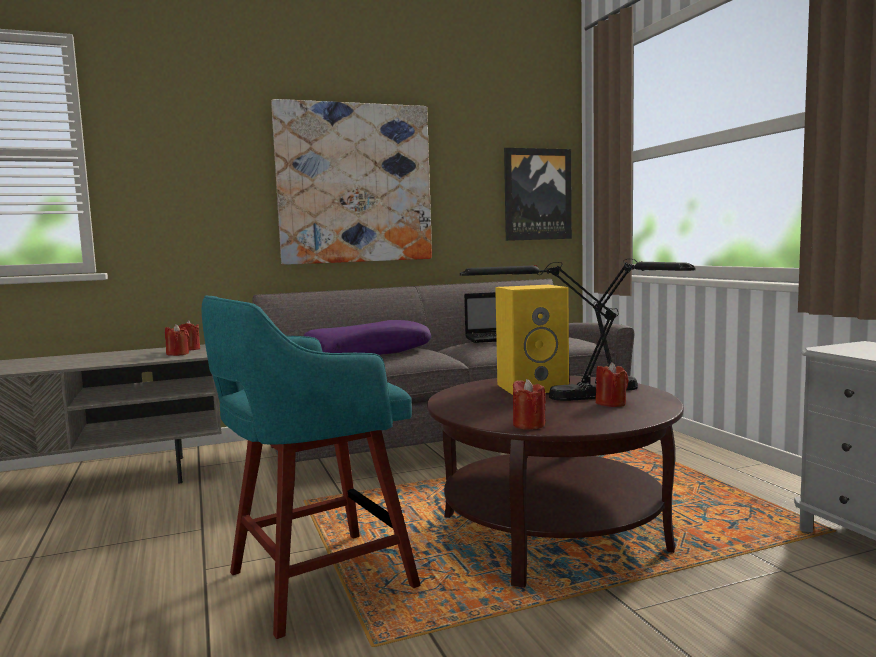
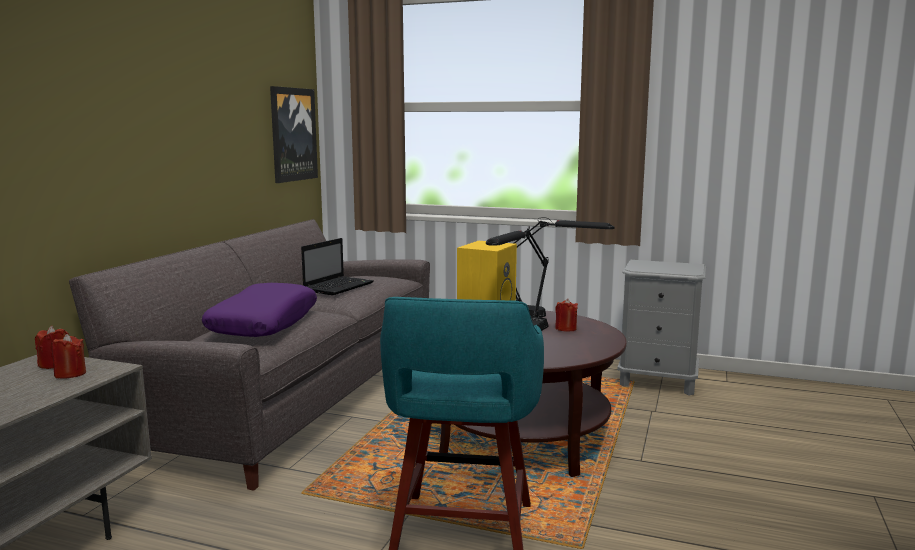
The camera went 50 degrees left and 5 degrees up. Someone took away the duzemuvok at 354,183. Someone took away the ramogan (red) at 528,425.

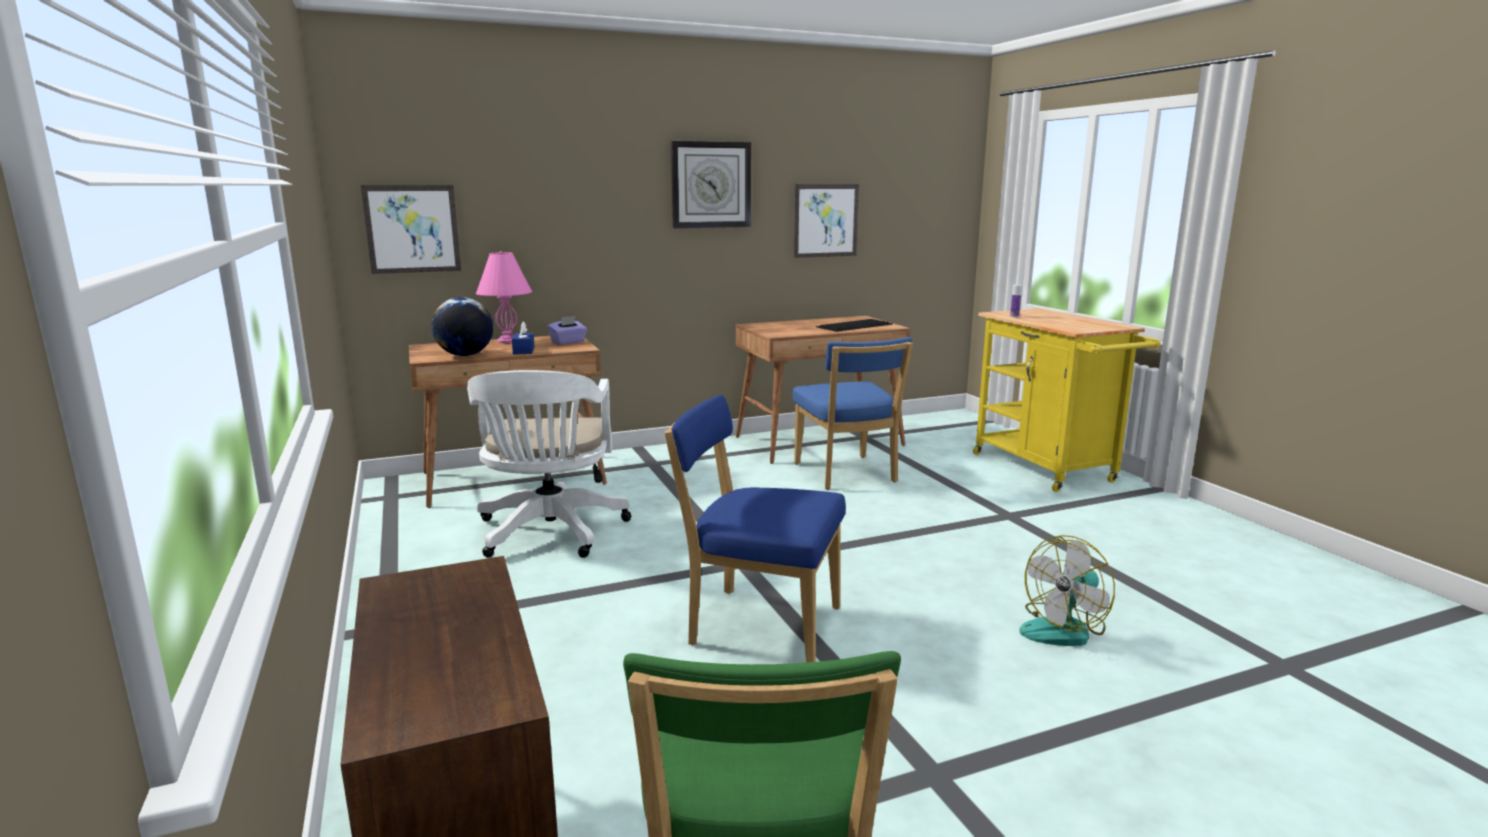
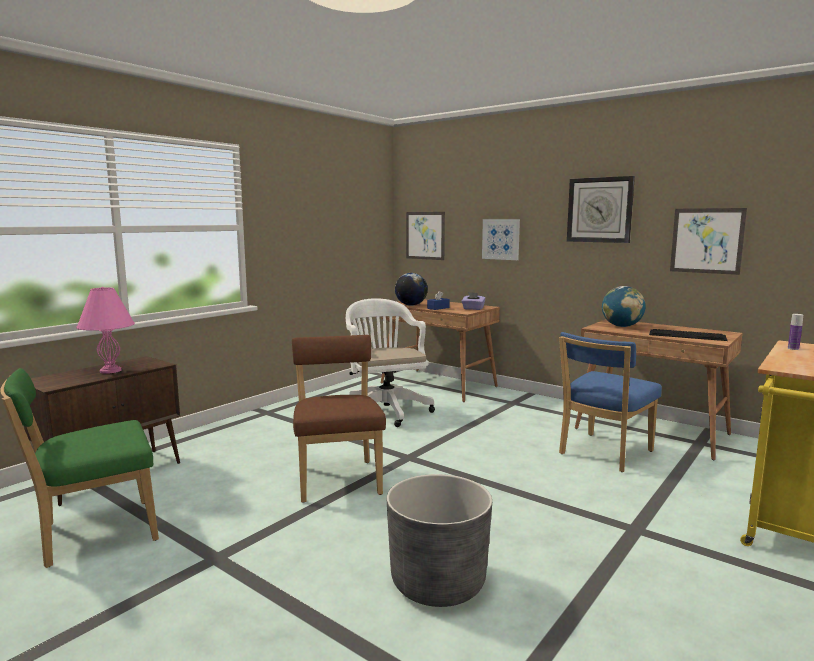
The camera went 60 degrees right and 5 degrees down. Someone rotated the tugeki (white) at 550,534 by 105 degrees clockwise. Someone carried the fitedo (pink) from 508,341 to 110,371. Someone repainted the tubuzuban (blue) at 758,624, which became the tubuzuban (brown) at 338,478. Someone swapped the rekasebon at 1064,629 for the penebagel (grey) at 438,582. Someone put up the duzemuvok at 501,239. Someone put down the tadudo at 621,326.

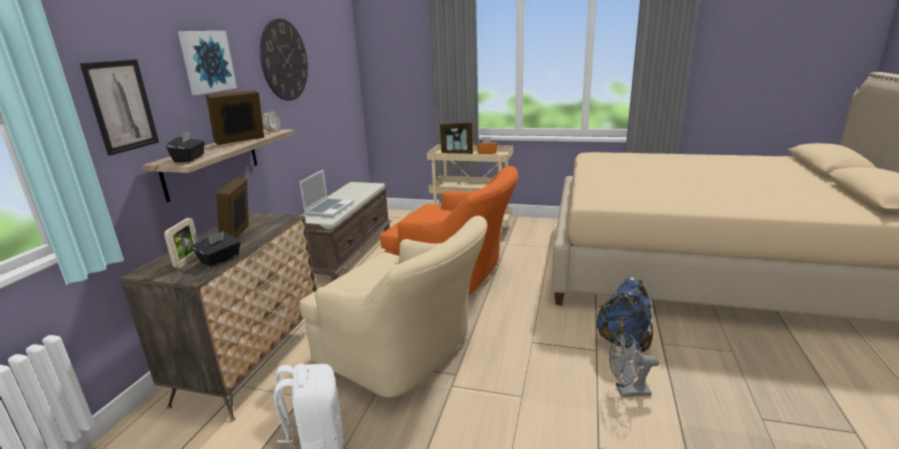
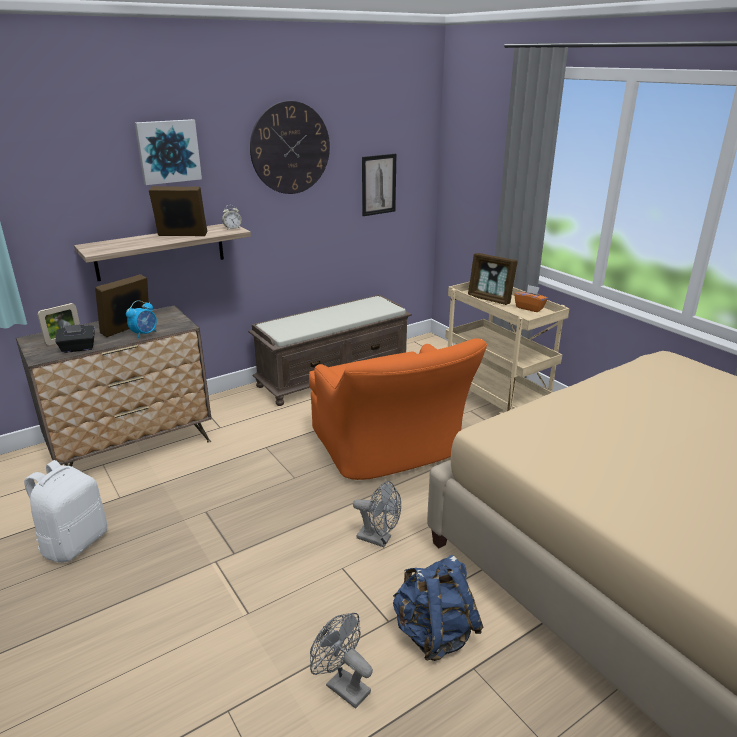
The camera went 40 degrees right and 5 degrees up. Someone carried the duzemuvok from 121,106 to 378,184. Someone took away the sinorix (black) at 190,159. Someone took away the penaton at 329,208. Someone took away the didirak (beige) at 405,353. Someone put down the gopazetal at 145,334. Someone put down the rekasebon (grey) at 379,539.

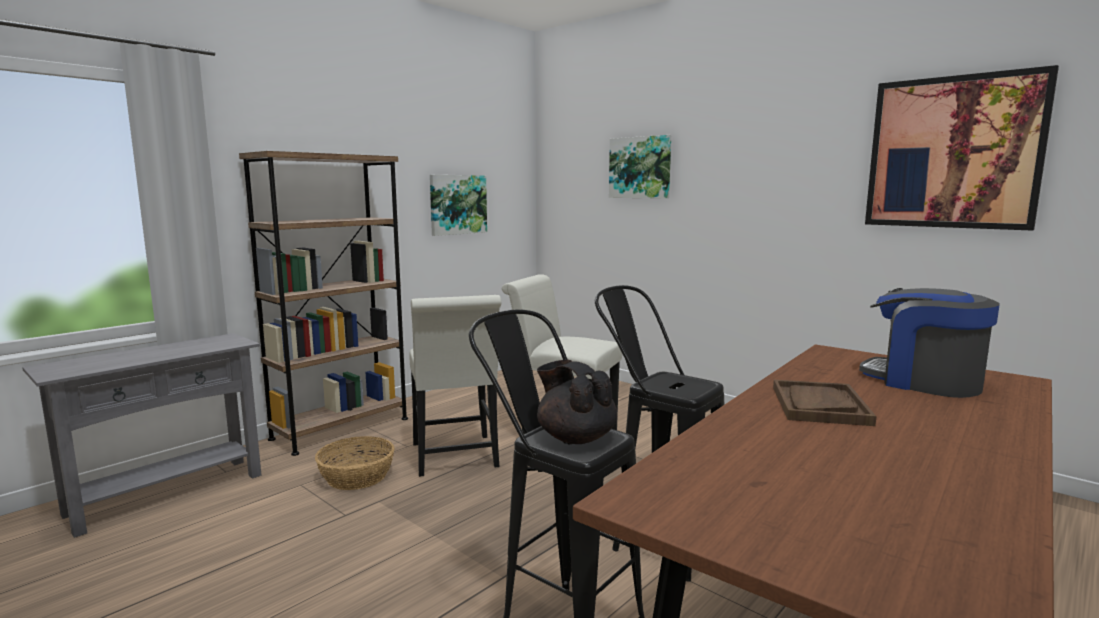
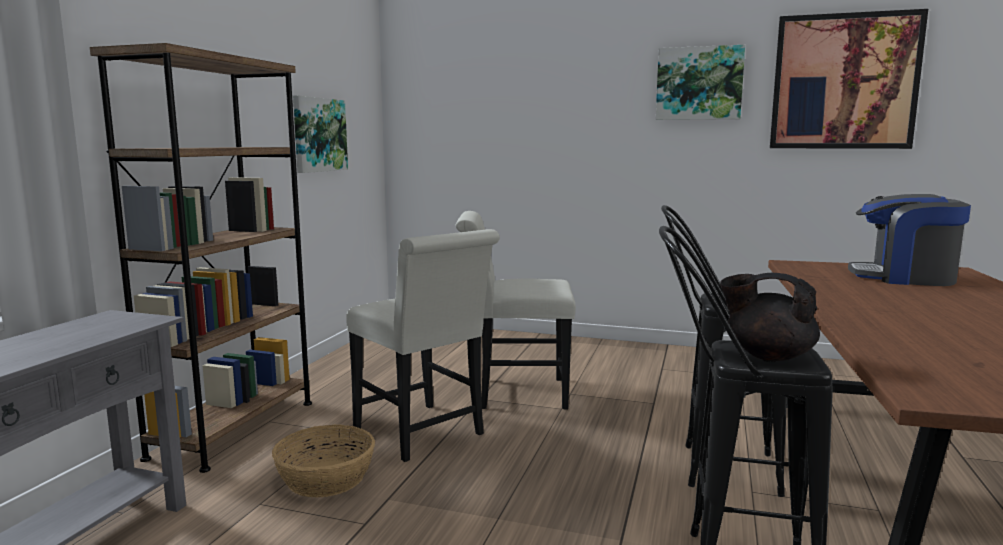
The camera went 25 degrees left and 0 degrees up. Someone carried the duzemuvok from 640,167 to 699,83. Someone took away the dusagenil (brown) at 819,405.

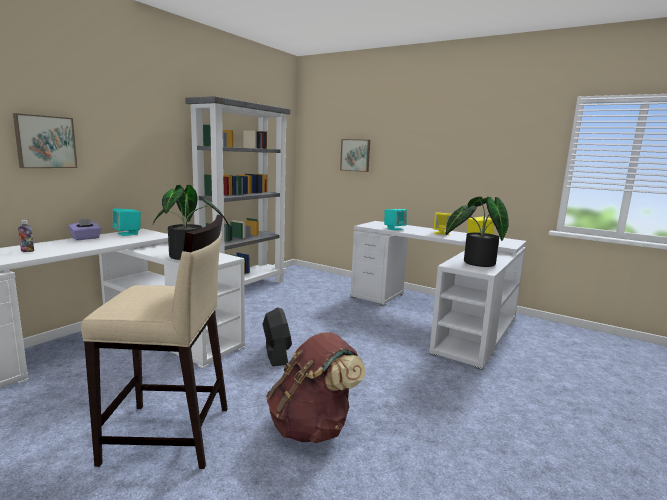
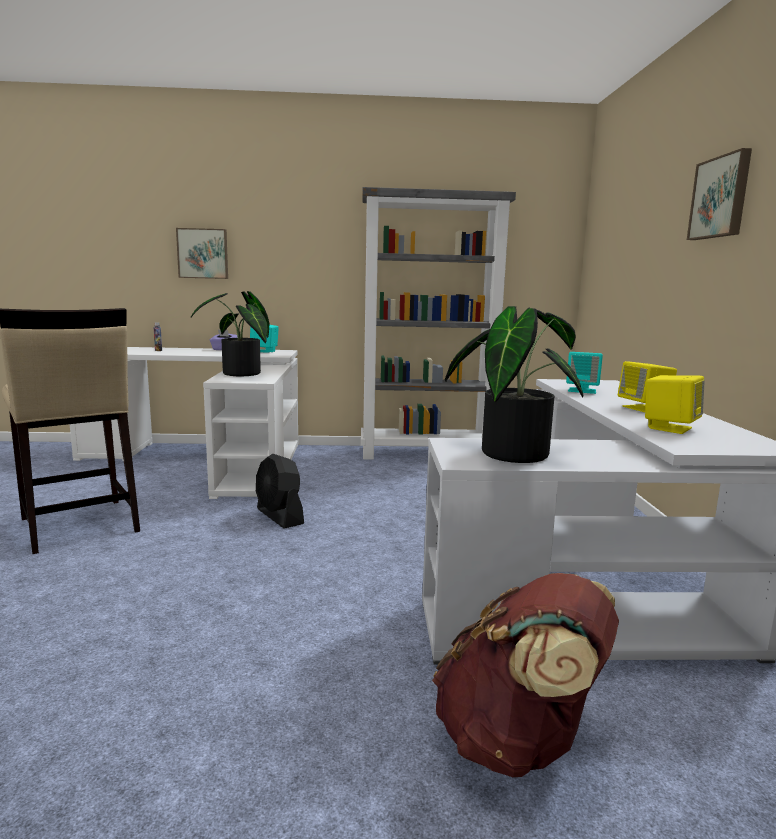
The camera went 55 degrees right and 0 degrees up. Someone rotated the rekasebon (black) at 276,354 by 105 degrees clockwise. Someone carried the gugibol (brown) from 312,427 to 518,741. Someone carried the duzemuvok from 355,155 to 721,197.

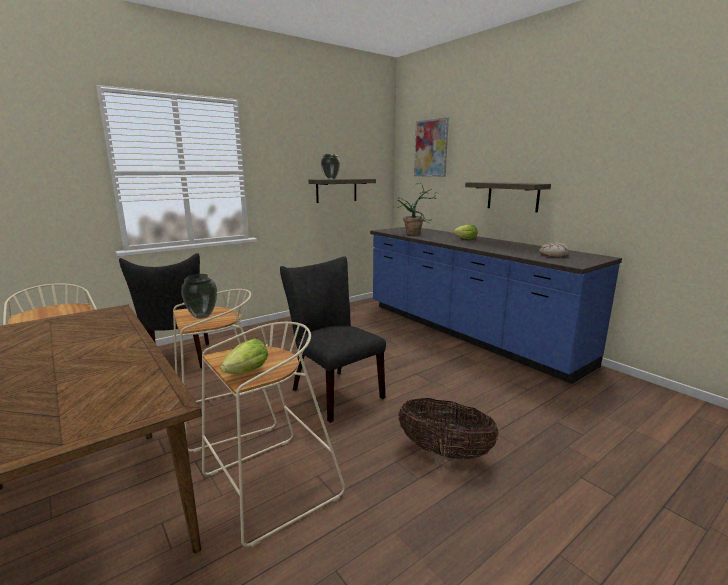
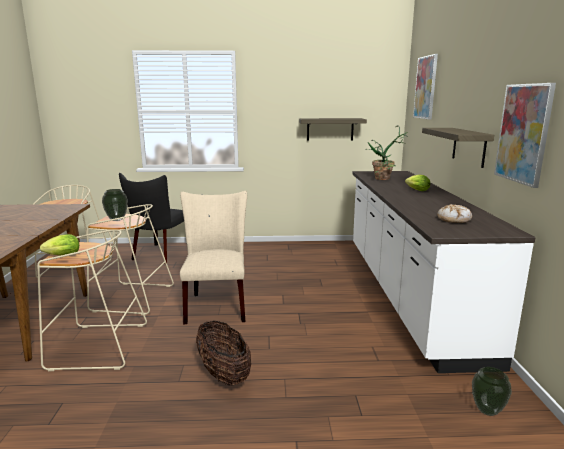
The camera went 35 degrees right and 0 degrees up. Someone repainted the tubuzuban (black) at 332,391, which became the tubuzuban (beige) at 217,305. Someone carried the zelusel from 331,179 to 488,411. Someone repainted the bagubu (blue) at 466,332, which became the bagubu (white) at 407,293. Someone put up the duzemuvok at 523,133.

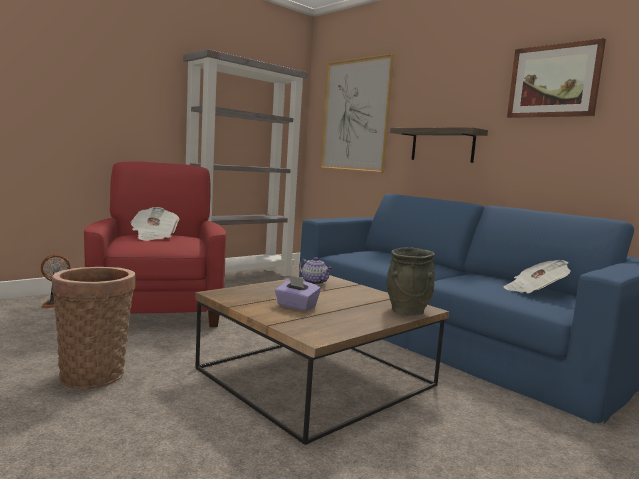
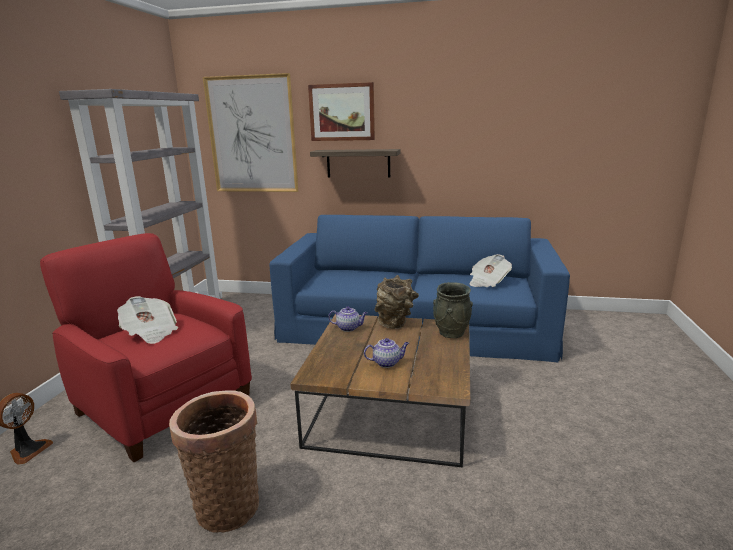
The camera went 35 degrees left and 10 degrees up. Someone swapped the sinorix (purple) at 296,306 for the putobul at 387,362. Someone carried the duzemuvok from 554,81 to 342,112. Someone put down the zelusel (brown) at 395,324.

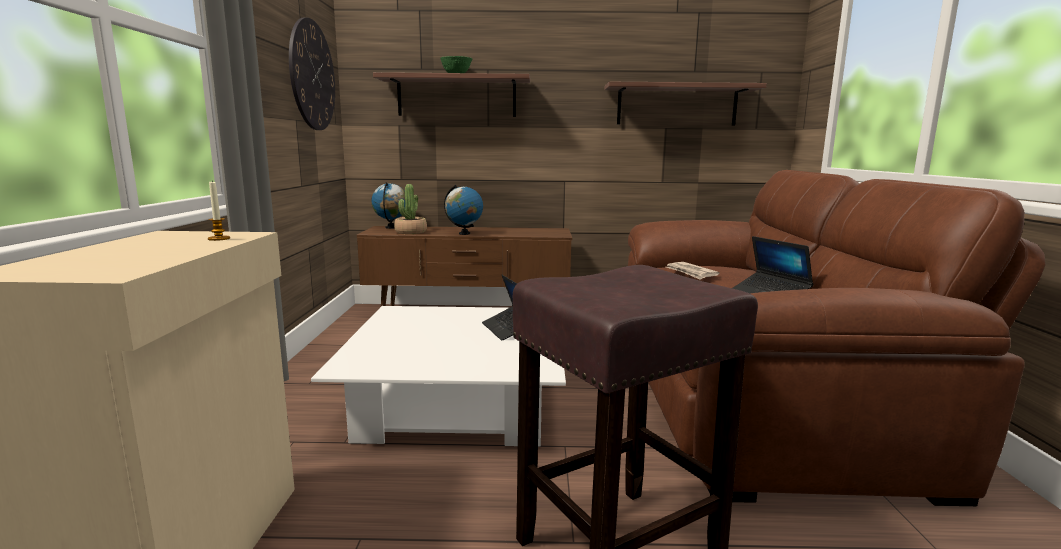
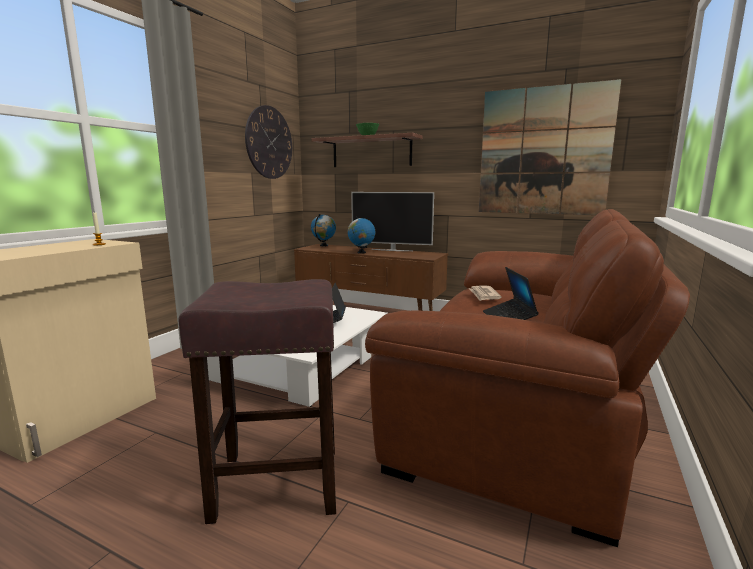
The camera went 25 degrees right and 0 degrees up. Someone took away the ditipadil at 410,232. Someone swapped the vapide at 677,105 for the duzemuvok at 543,151. Someone put down the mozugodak at 392,250.

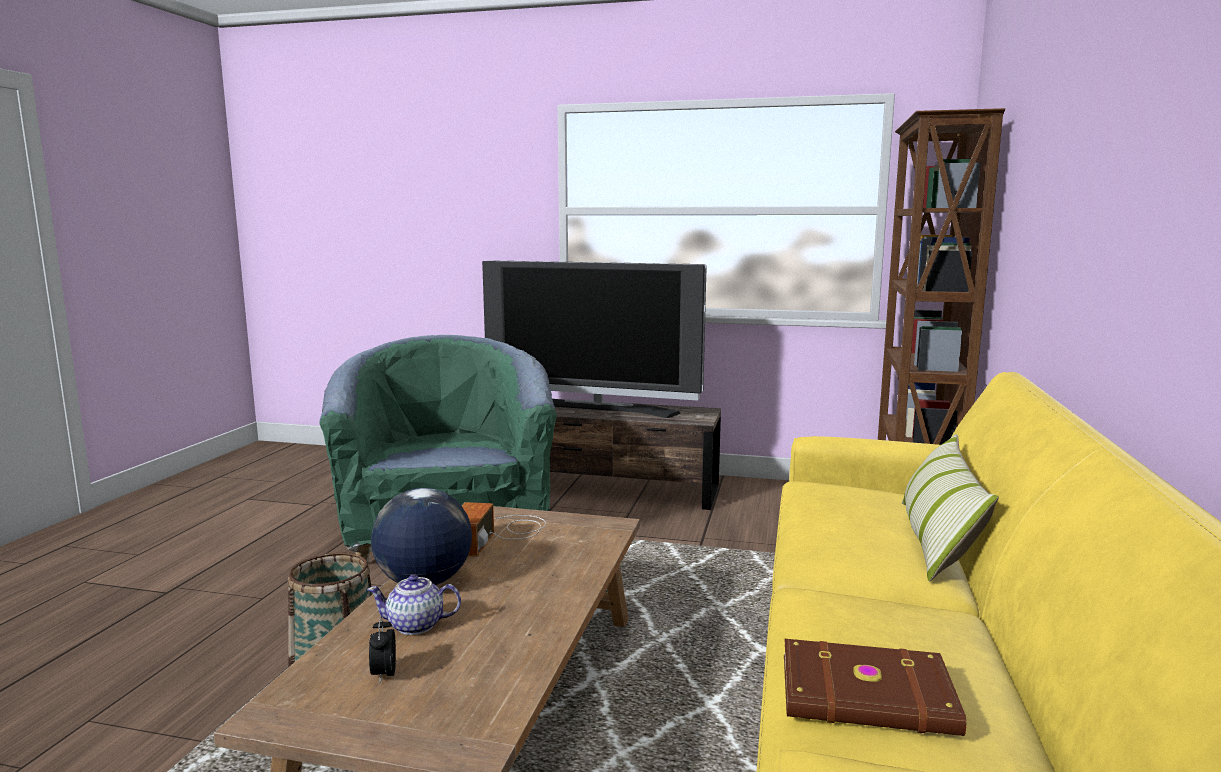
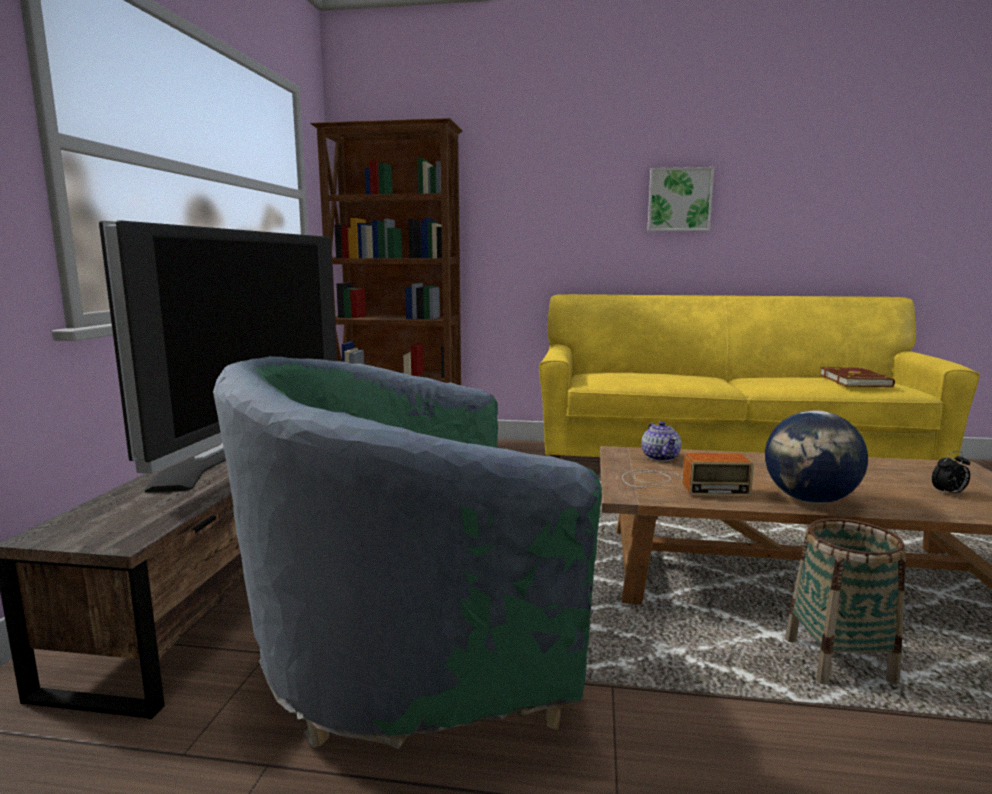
The camera went 95 degrees left and 0 degrees up. Someone carried the putobul from 416,626 to 660,457. Someone took away the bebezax at 937,540. Someone put up the duzemuvok at 679,200.

